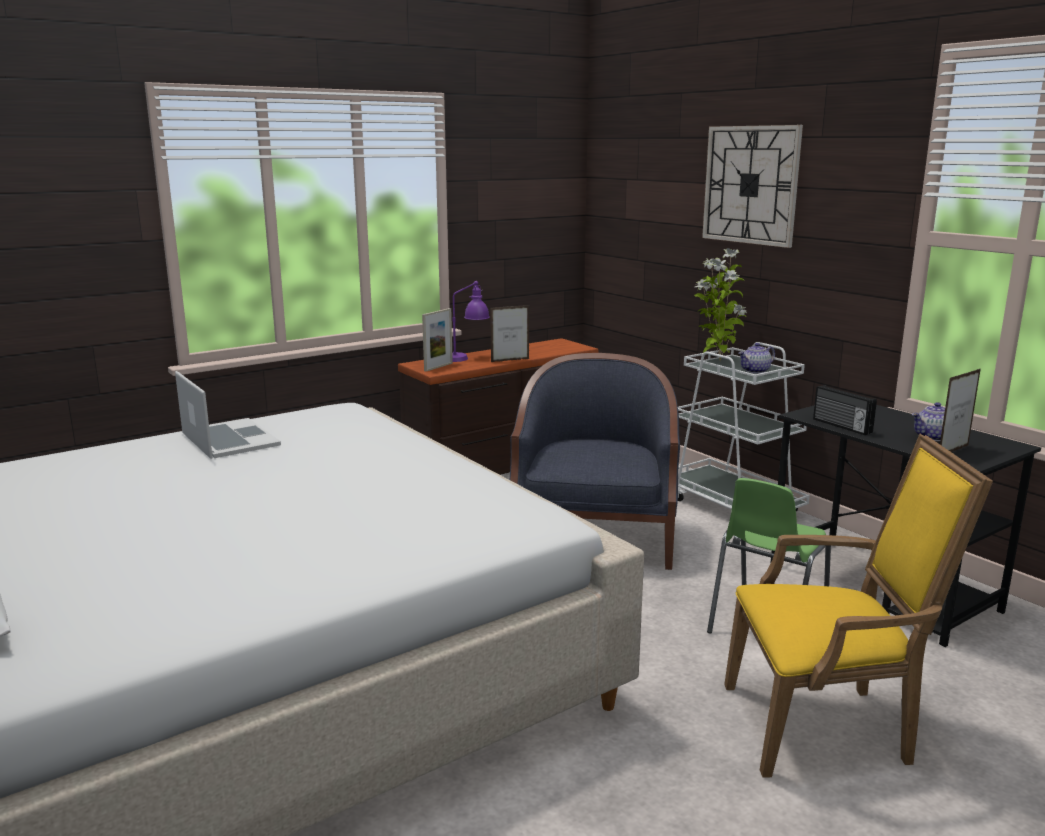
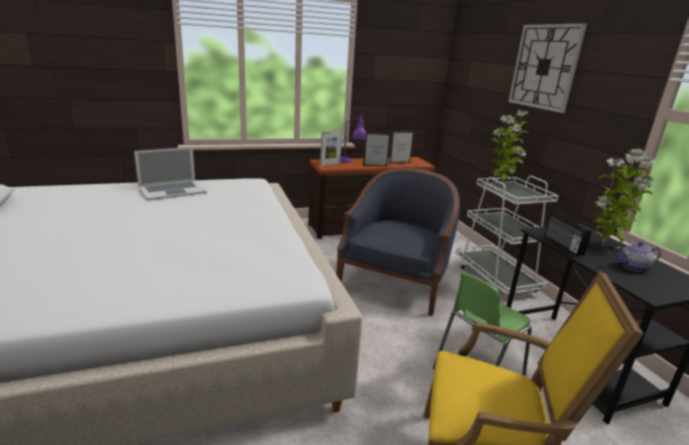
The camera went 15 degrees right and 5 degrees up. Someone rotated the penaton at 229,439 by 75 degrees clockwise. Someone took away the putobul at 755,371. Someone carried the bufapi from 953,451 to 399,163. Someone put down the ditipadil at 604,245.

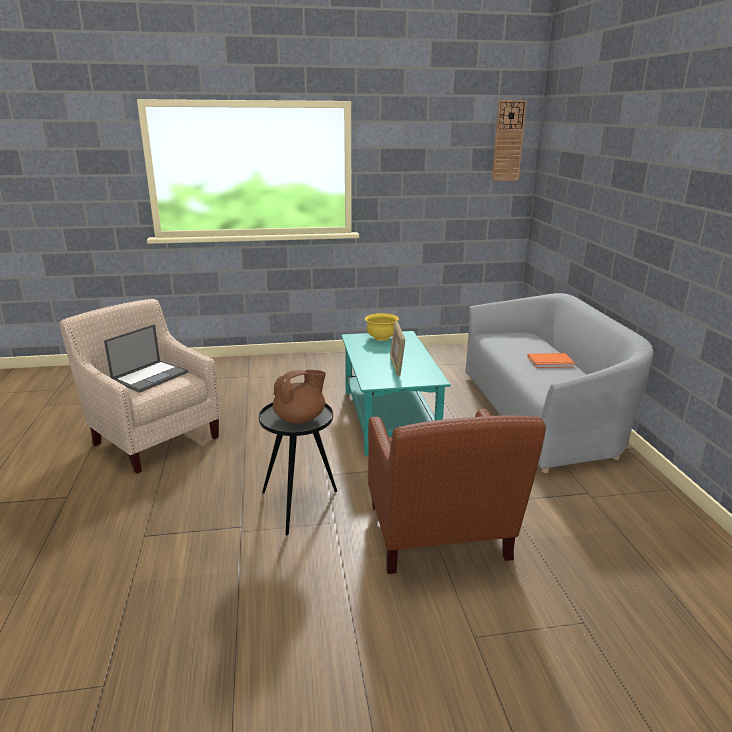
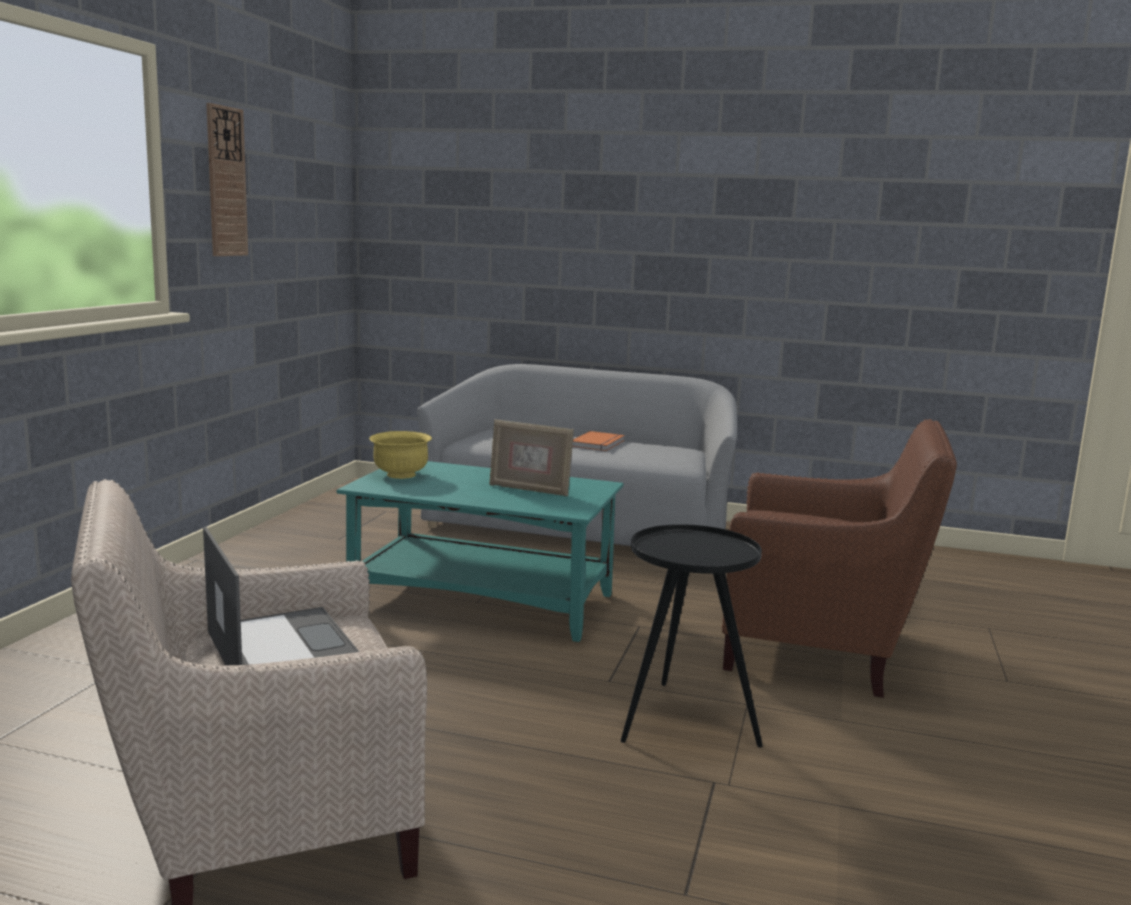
The camera went 65 degrees left and 10 degrees down. Someone took away the putobul (brown) at 300,418. Someone carried the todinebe from 508,141 to 226,182.

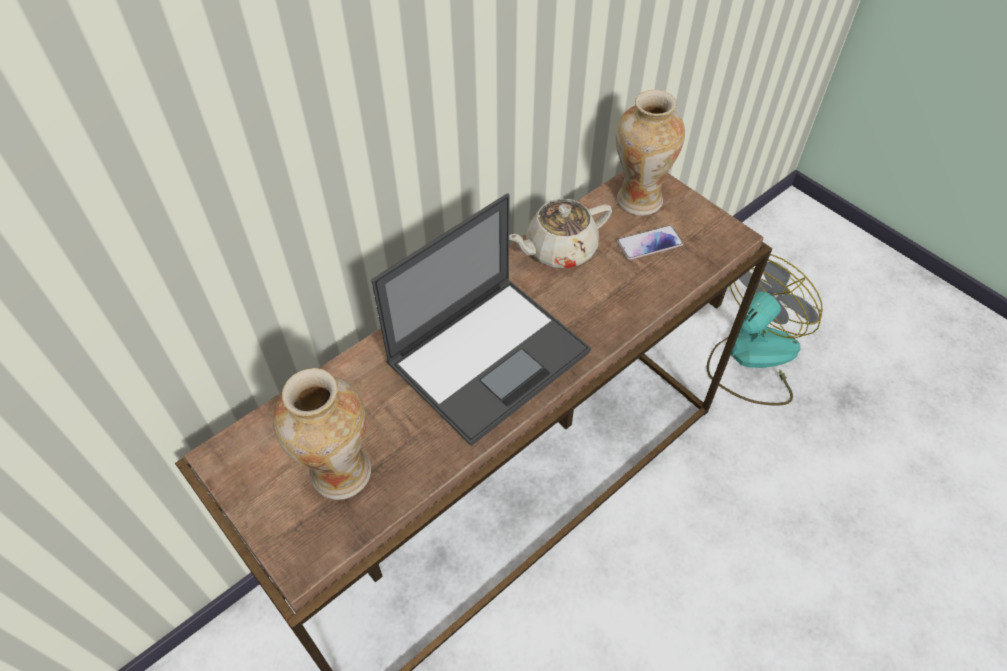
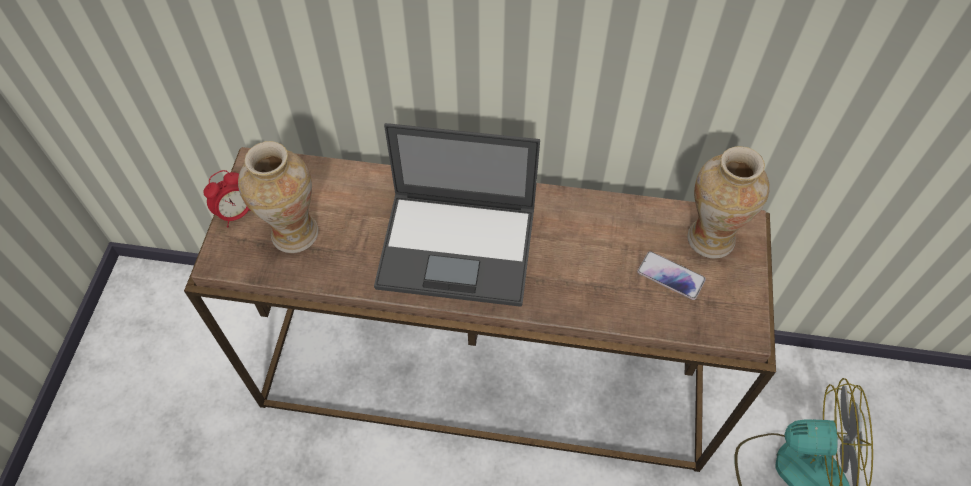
The camera went 50 degrees right and 5 degrees up. Someone took away the putobul (beige) at 559,250. Someone put down the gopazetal at 236,213.

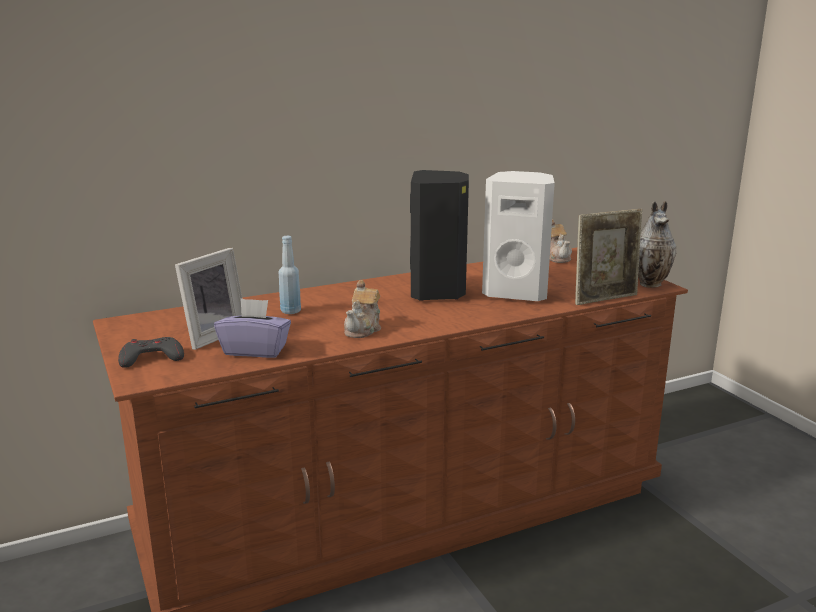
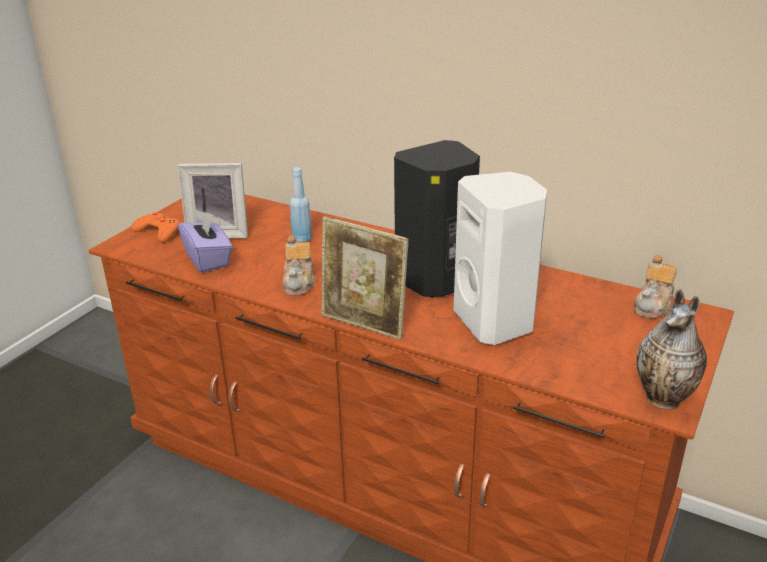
The camera went 55 degrees right and 10 degrees up. Someone repainted the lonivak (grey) at 151,358, which became the lonivak (orange) at 158,231. Someone rotated the putobul at 363,329 by 75 degrees counterclockwise. Someone carried the bufapi from 605,298 to 364,325.

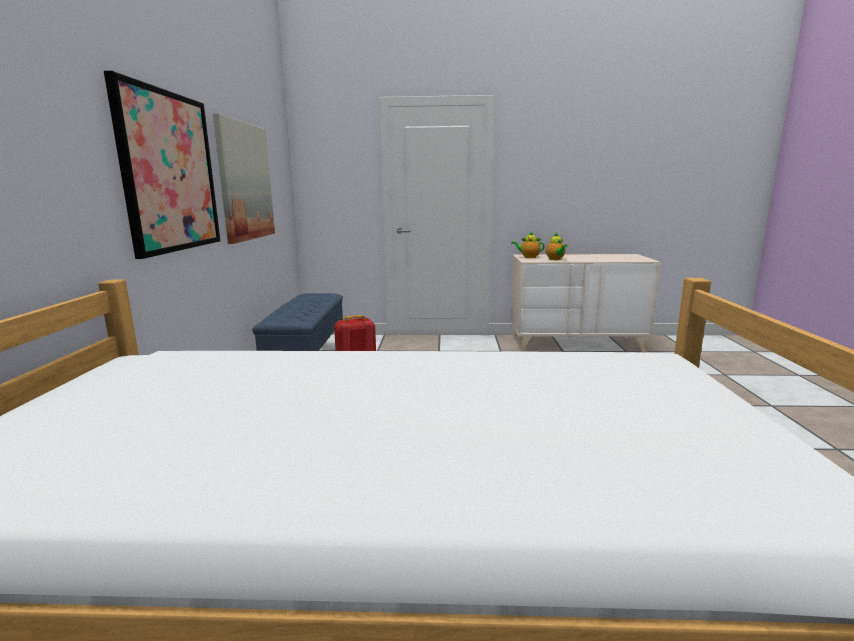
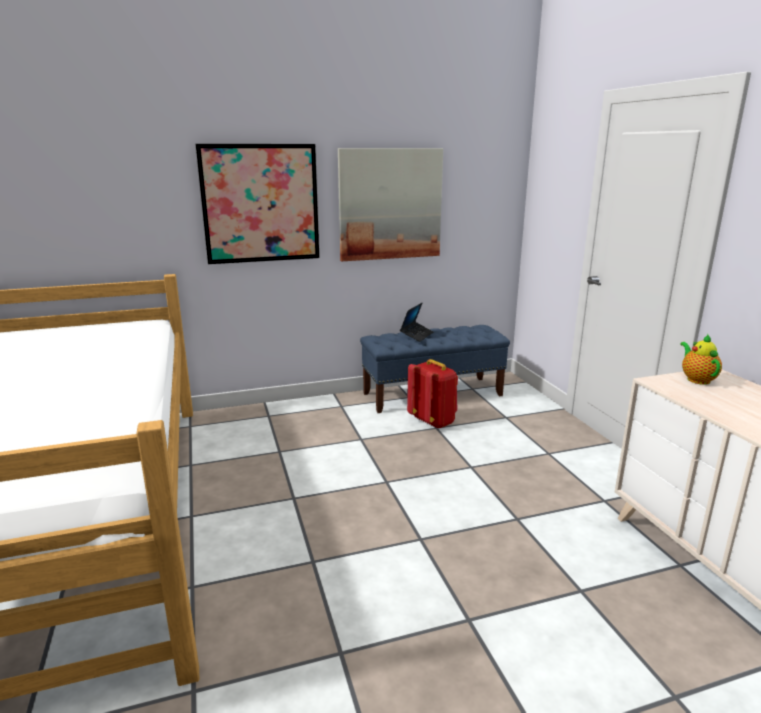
The camera went 70 degrees right and 5 degrees up. Someone took away the putobul at 555,259. Someone put down the penaton at 416,335.

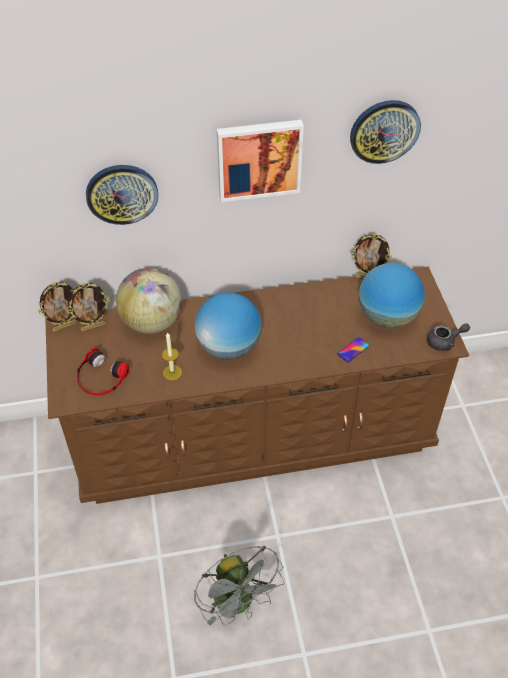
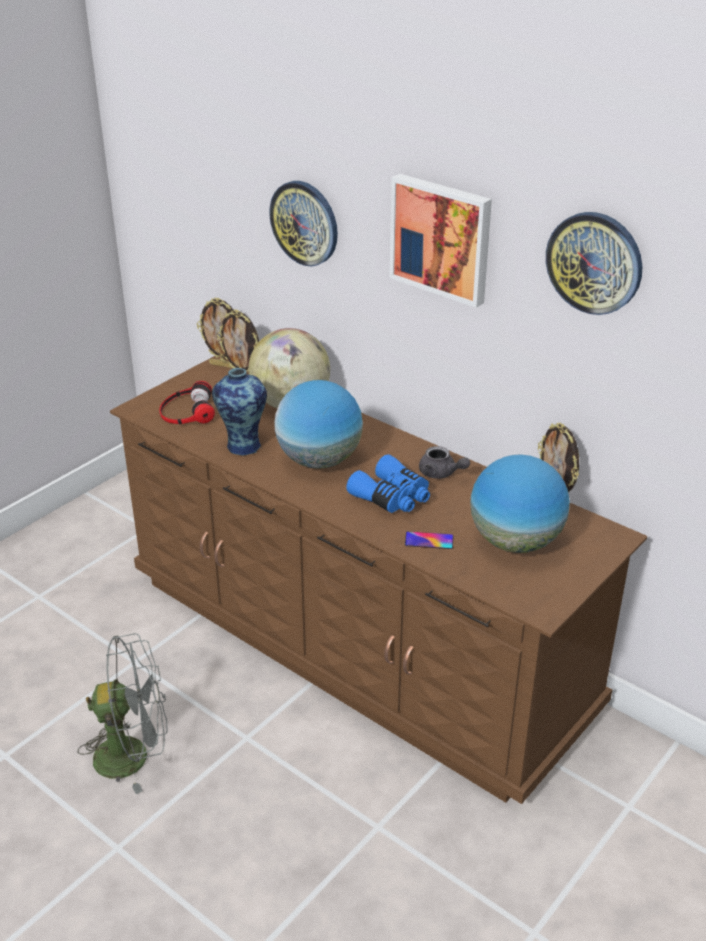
The camera went 50 degrees right and 15 degrees down. Someone swapped the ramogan at 172,372 for the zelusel at 243,445. Someone rotated the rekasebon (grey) at 239,603 by 120 degrees counterclockwise. Someone carried the putobul (grey) from 444,342 to 441,473. Someone put down the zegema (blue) at 392,497.

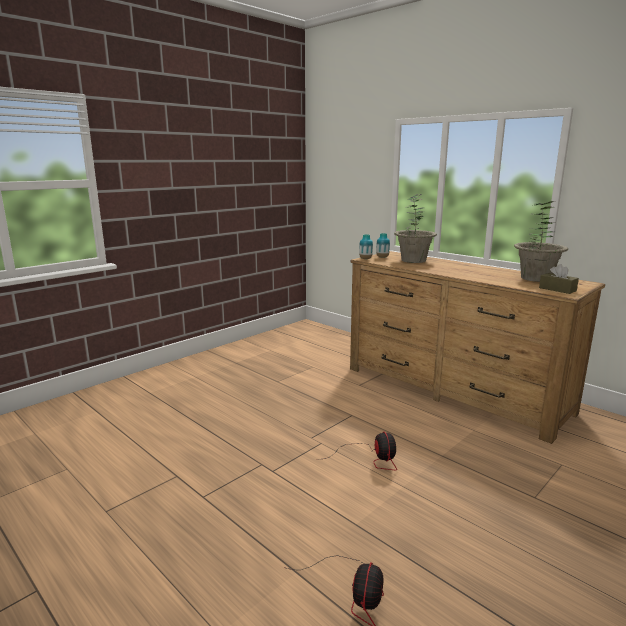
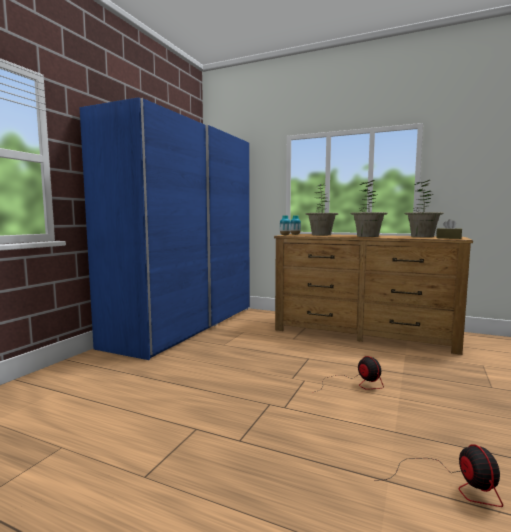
The camera went 20 degrees left and 10 degrees down. Someone put down the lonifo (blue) at 185,325. Someone put down the ditipadil at 367,236.

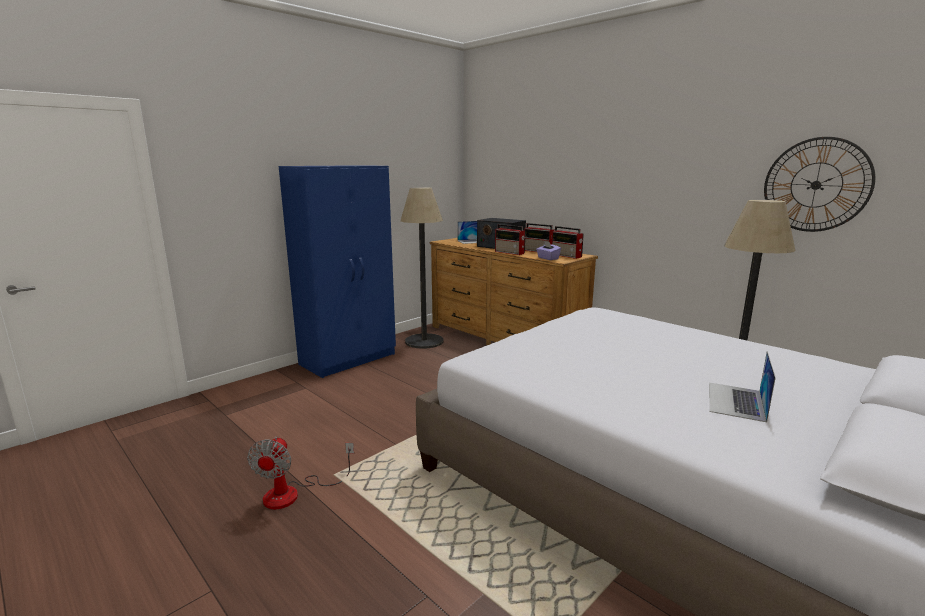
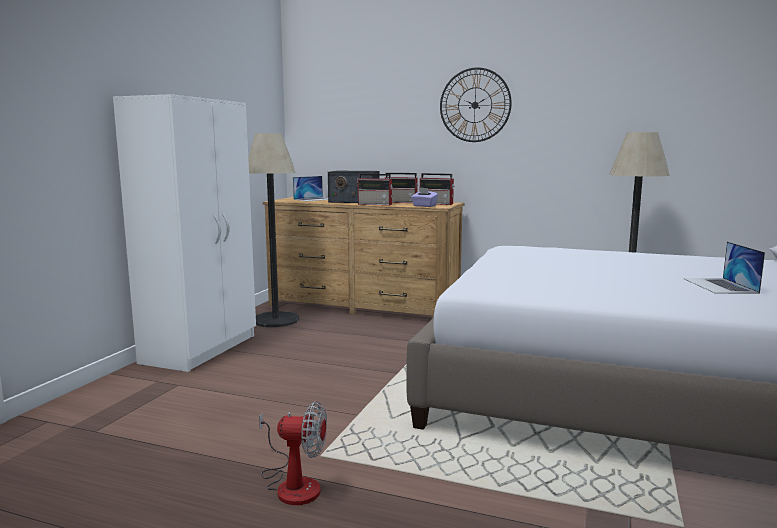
The camera went 25 degrees left and 5 degrees down. Someone rotated the rekasebon at 293,493 by 60 degrees counterclockwise. Someone repainted the lonifo (blue) at 349,359, which became the lonifo (white) at 202,349. Someone carried the todinebe from 816,185 to 475,105.

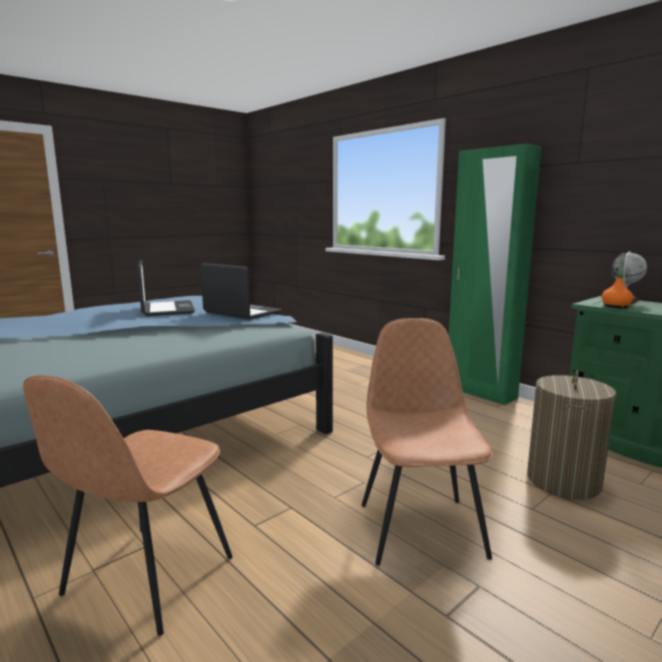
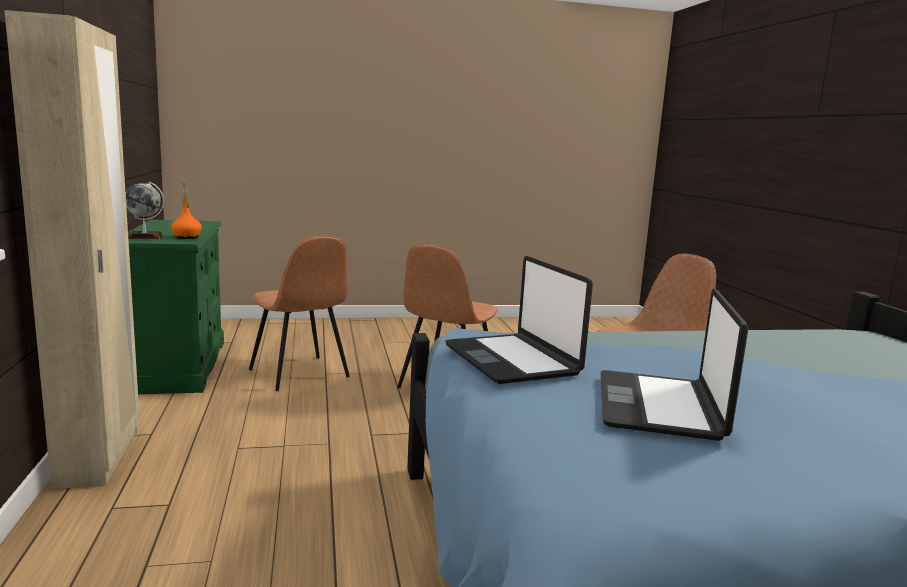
The camera went 150 degrees left and 0 degrees up. Someone repainted the lonifo (green) at 480,393, which became the lonifo (beige) at 100,458. Someone swapped the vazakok at 563,481 for the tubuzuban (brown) at 300,374.

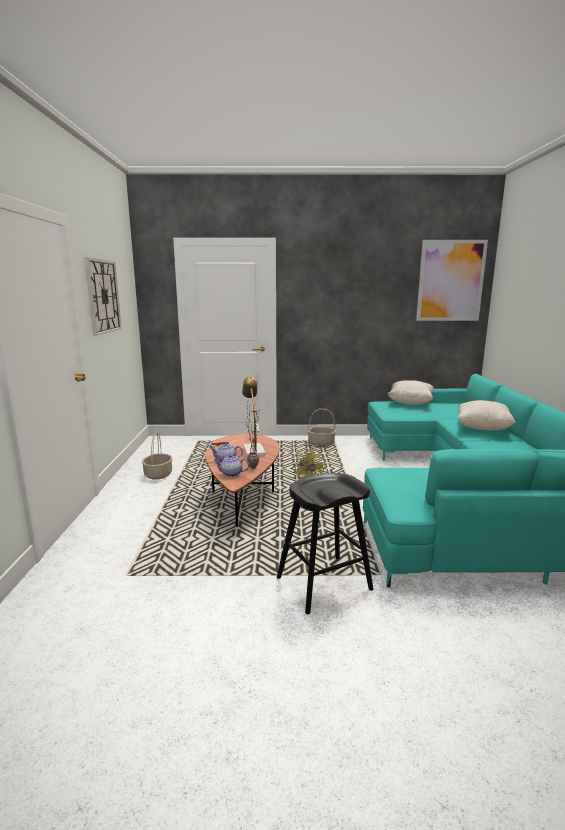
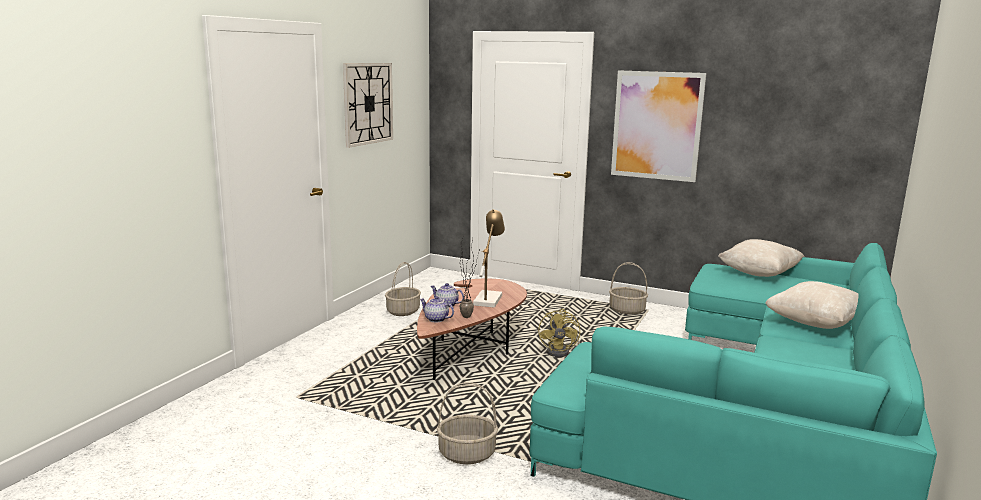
The camera went 25 degrees right and 0 degrees up. Someone swapped the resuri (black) at 323,583 for the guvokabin at 467,454. Someone carried the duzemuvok from 450,281 to 657,125.

